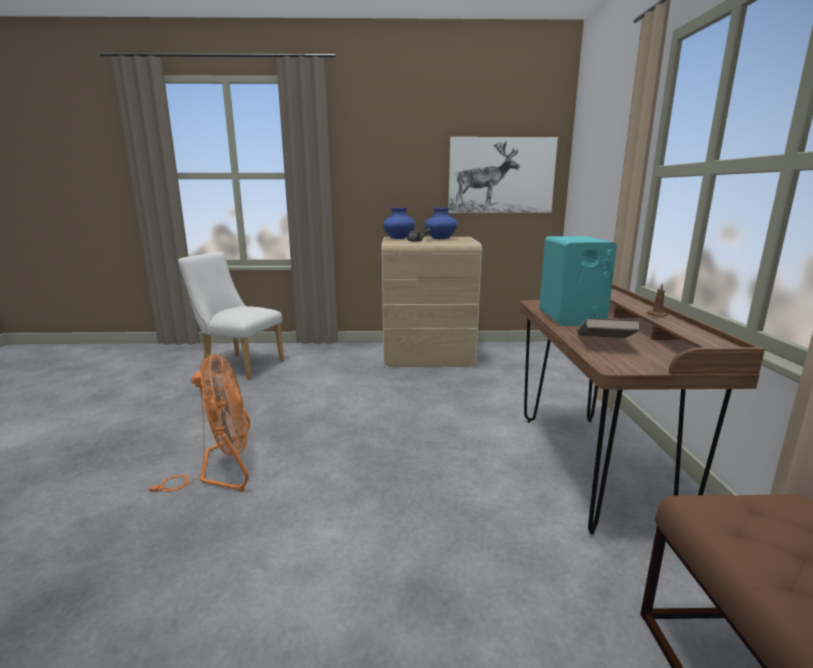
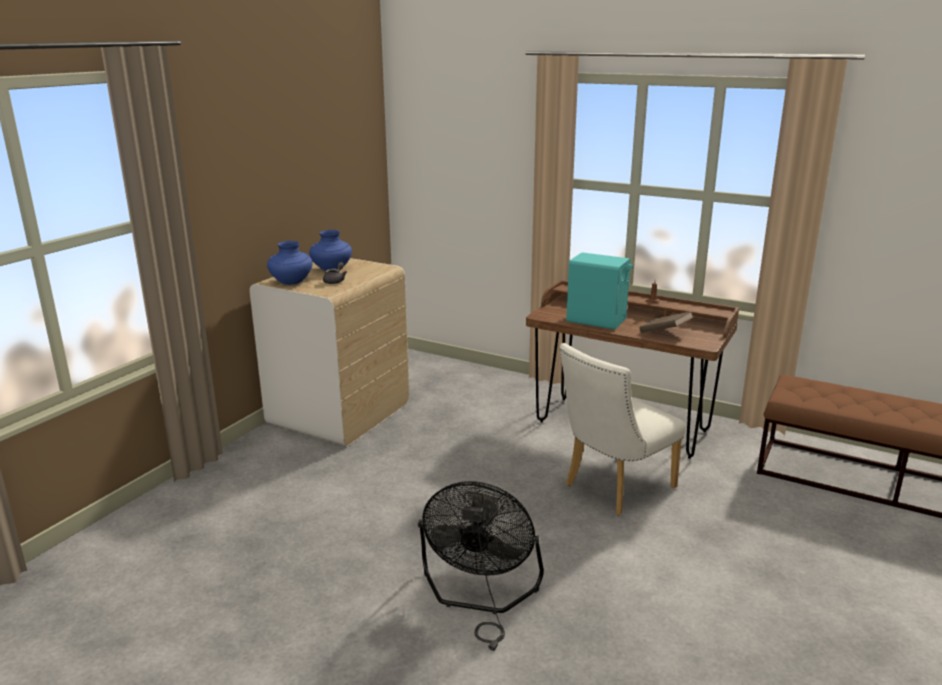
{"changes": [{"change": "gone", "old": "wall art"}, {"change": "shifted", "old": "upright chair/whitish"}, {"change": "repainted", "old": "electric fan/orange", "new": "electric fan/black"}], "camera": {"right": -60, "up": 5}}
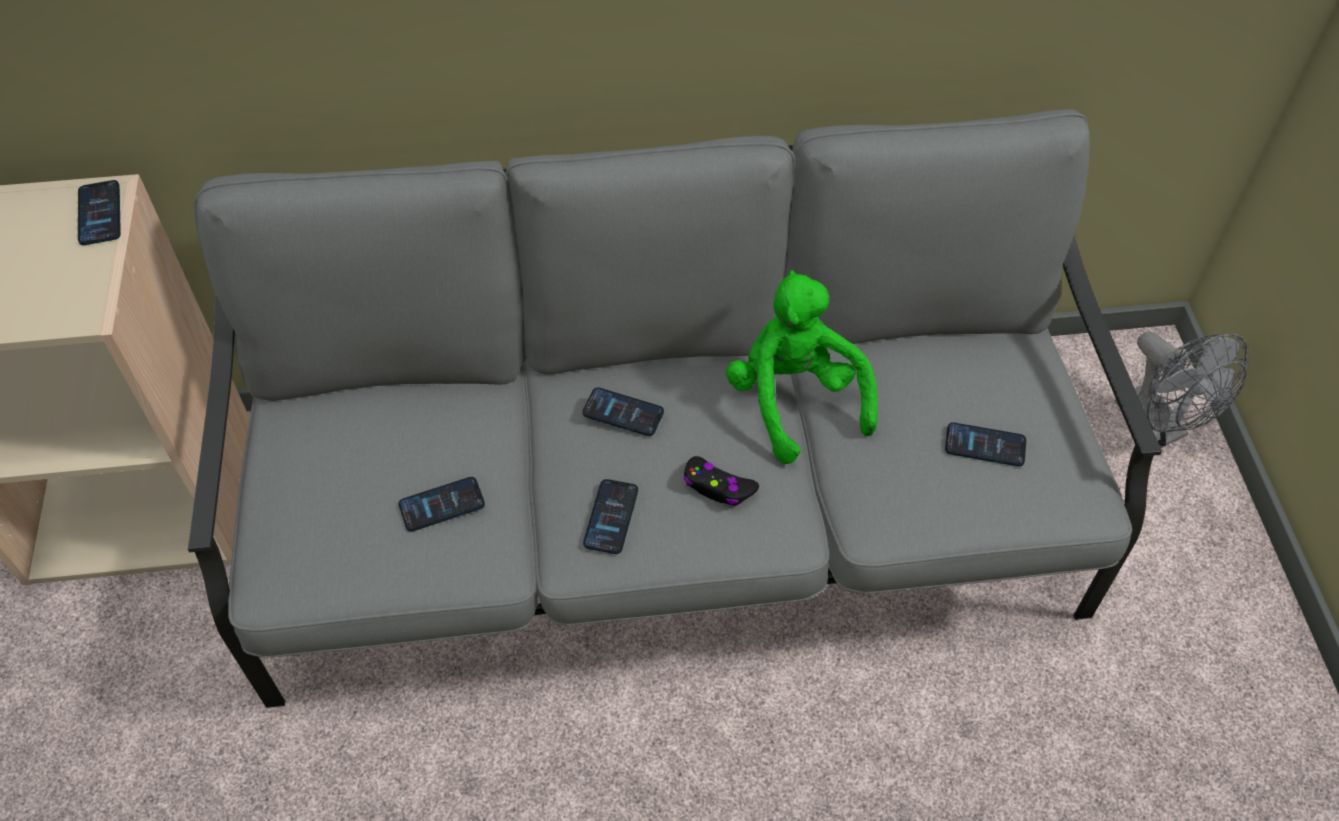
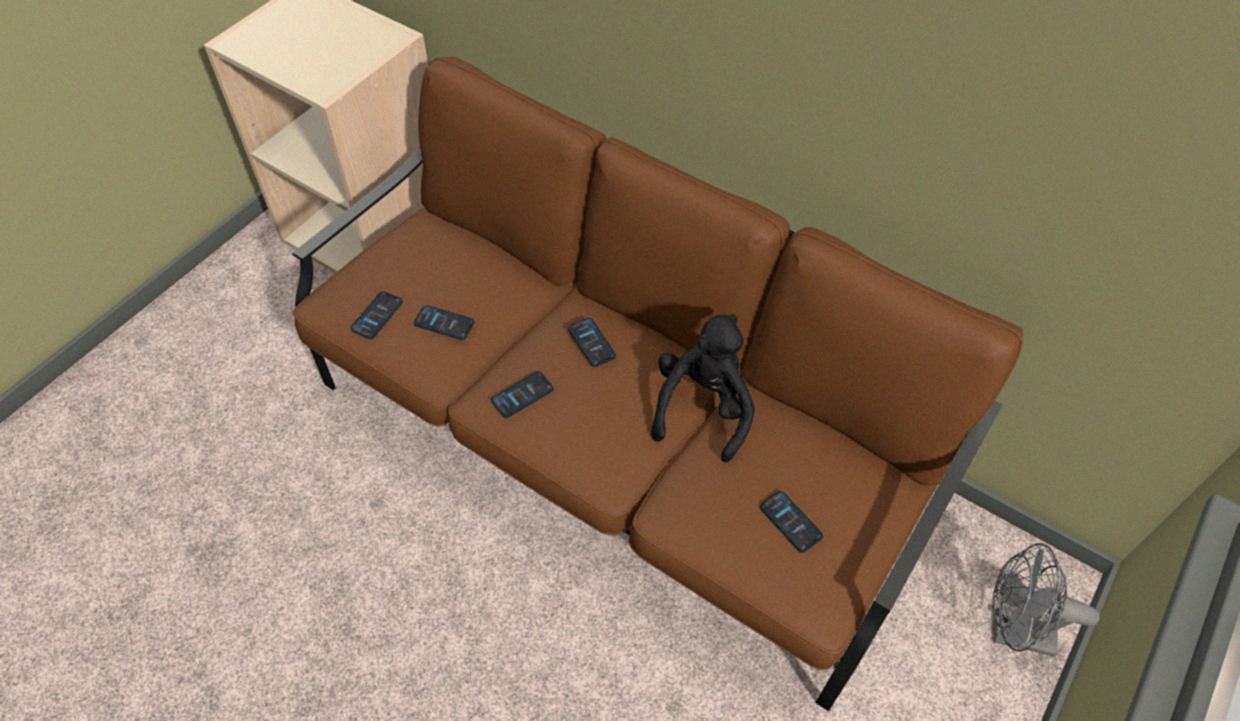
{"changes": [{"change": "gone", "old": "gamepad/black"}, {"change": "shifted", "old": "phone (no. 1 from left)"}, {"change": "repainted", "old": "sofa/gray", "new": "sofa/brownish"}, {"change": "repainted", "old": "cuddly toy/green-coloured", "new": "cuddly toy/black"}, {"change": "rotated", "old": "electric fan/gray", "degrees": 90}], "camera": {"right": 40, "up": 0}}
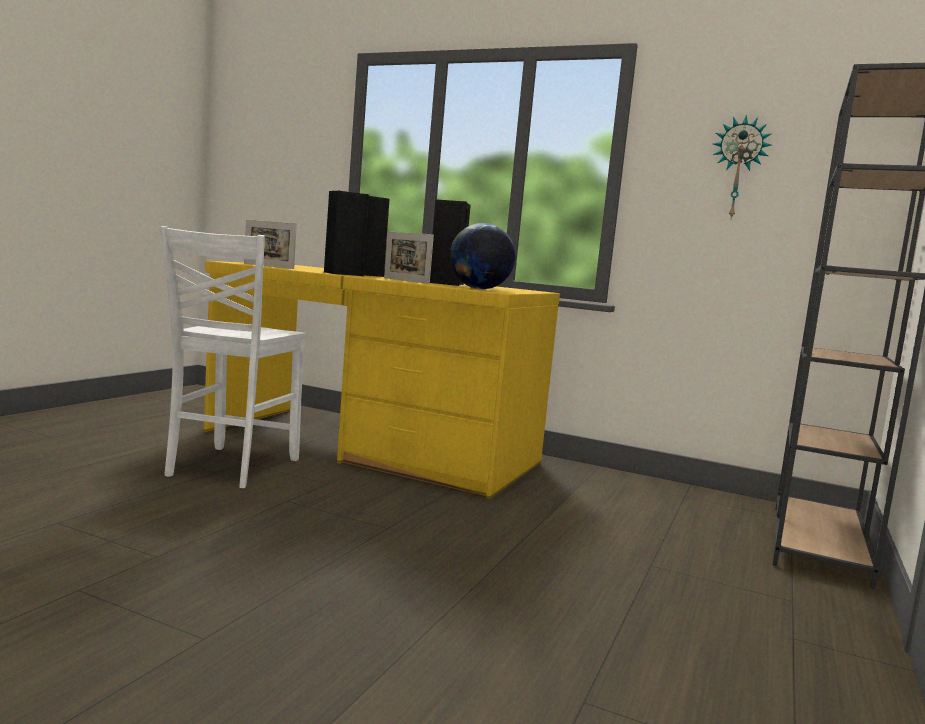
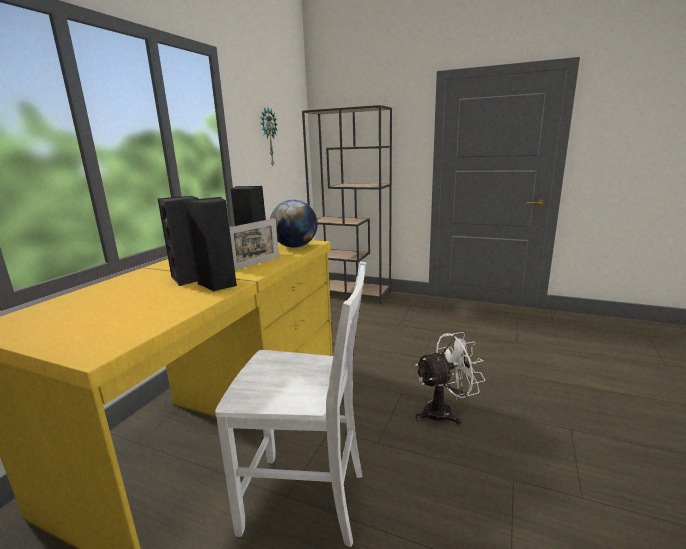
{"changes": [{"change": "gone", "old": "photo frame (no. 1 from left)"}, {"change": "new", "new": "electric fan/whitish"}], "camera": {"right": -90, "up": 10}}
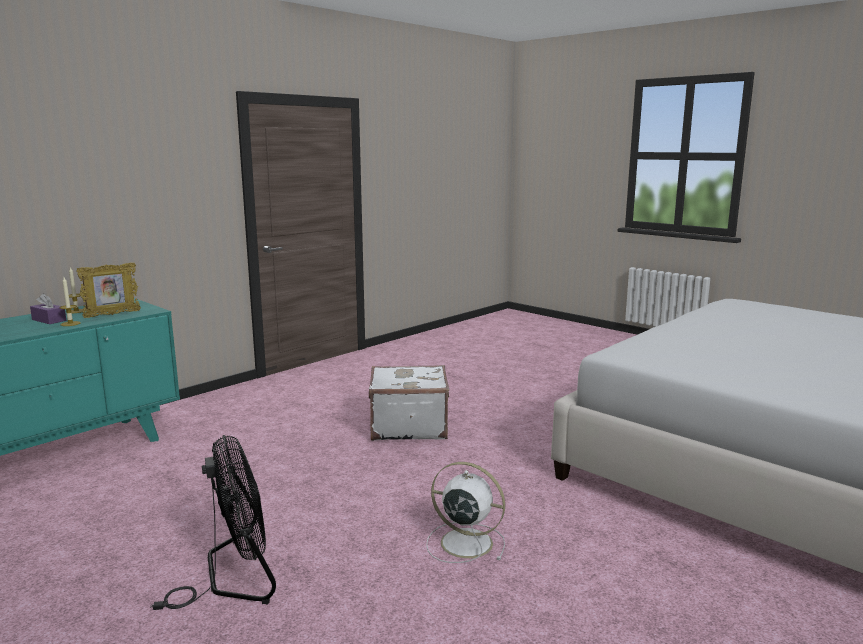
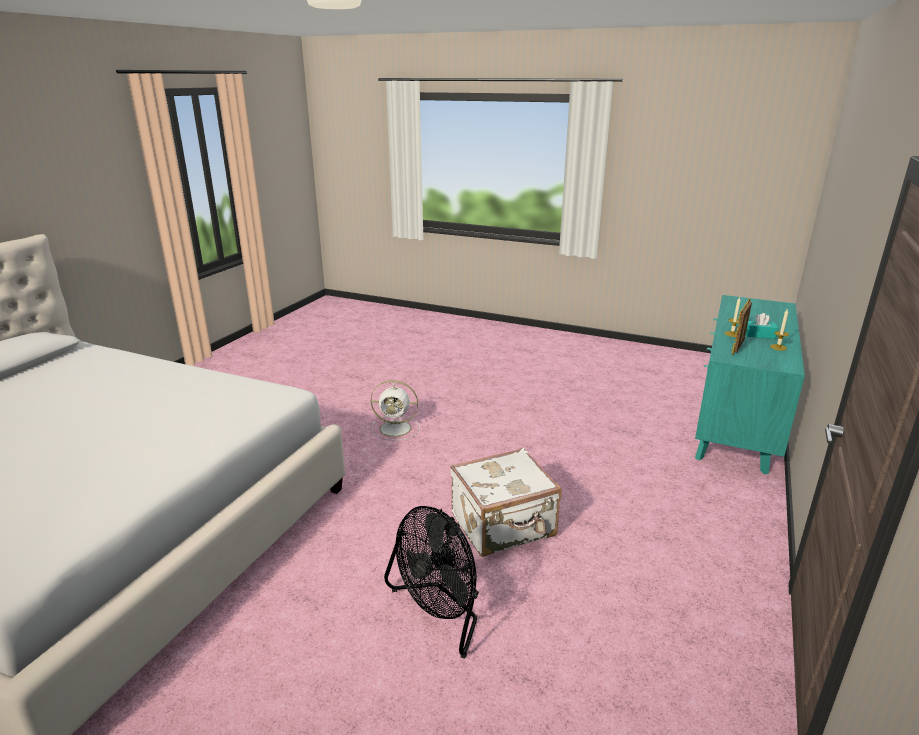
{"changes": [{"change": "shifted", "old": "electric fan/black"}, {"change": "repainted", "old": "tissue box/purple-coloured", "new": "tissue box/turquoise"}], "camera": {"right": 160, "up": 10}}
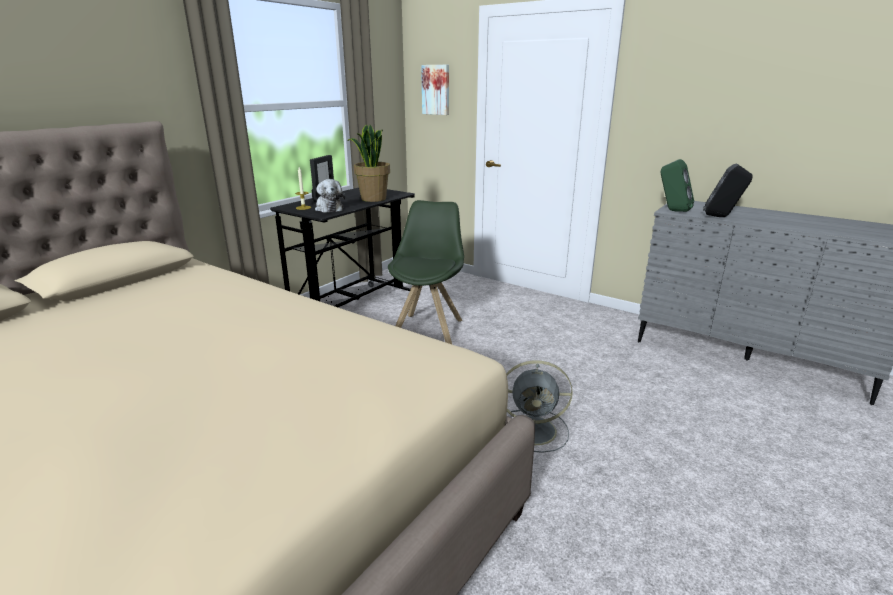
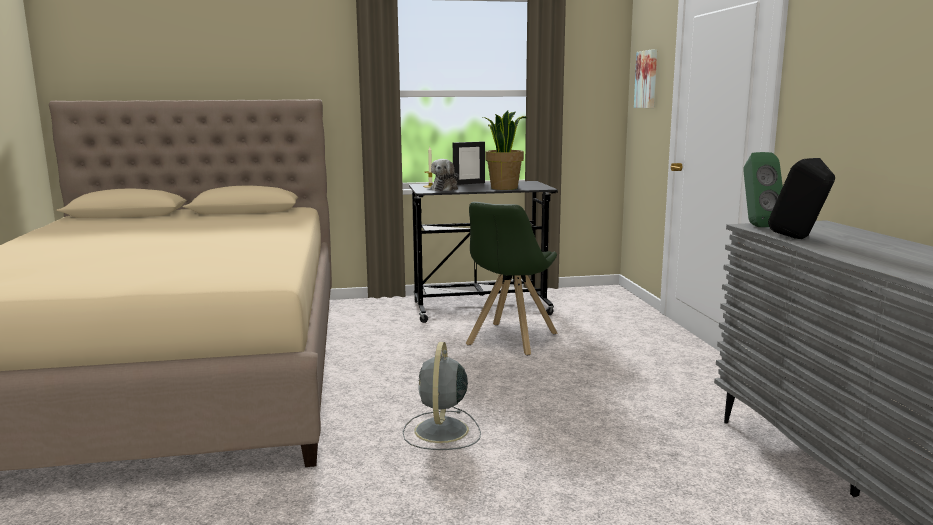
{"changes": [{"change": "rotated", "old": "upright chair/green-coloured", "degrees": 150}, {"change": "rotated", "old": "electric fan/gray", "degrees": 45}], "camera": {"right": 45, "up": -10}}
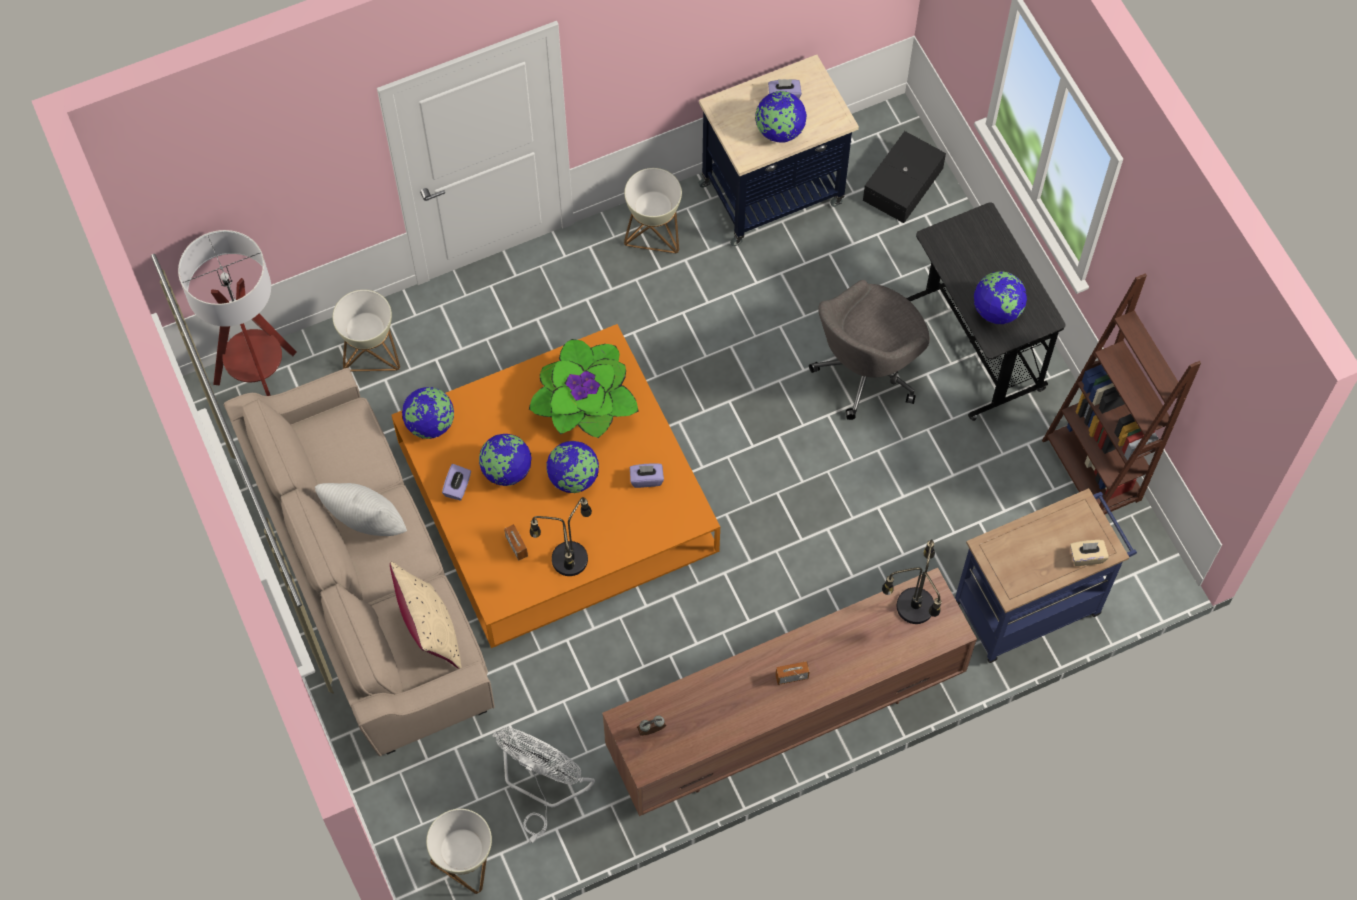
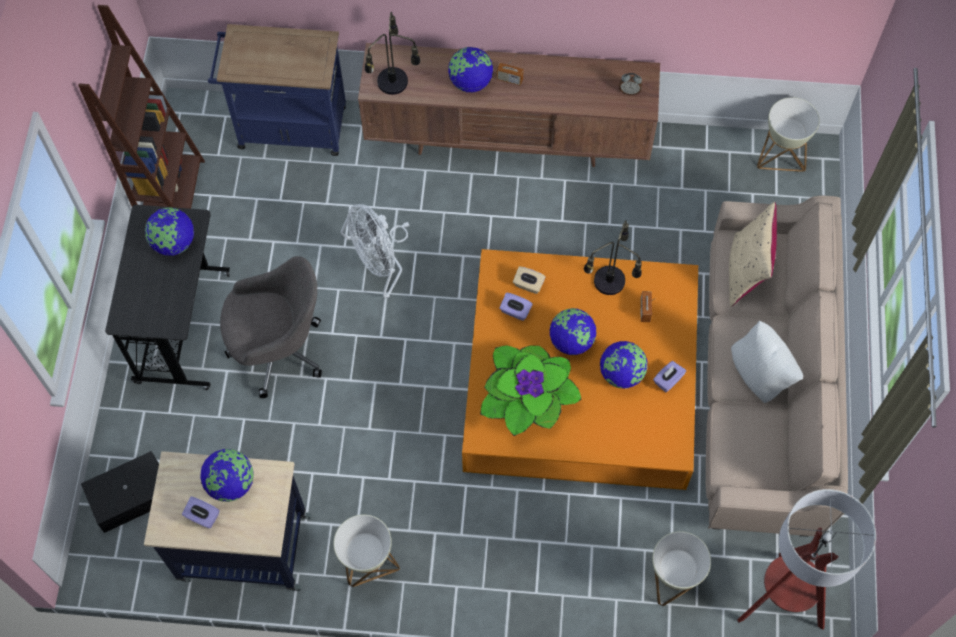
{"changes": [{"change": "shifted", "old": "world globe (no. 1 from left in the first image)", "new": "world globe (no. 3 from left)"}, {"change": "shifted", "old": "electric fan/whitish"}, {"change": "shifted", "old": "tissue box/beige-coloured"}], "camera": {"right": -150, "up": 0}}
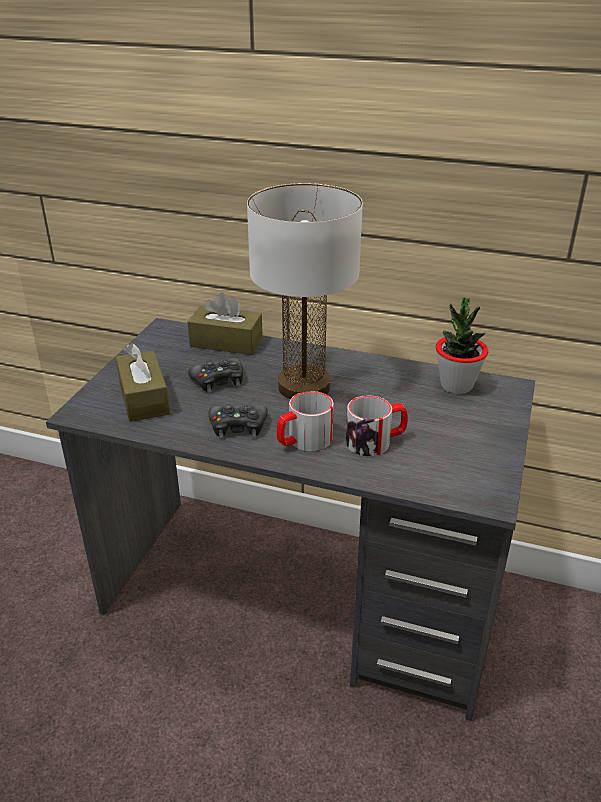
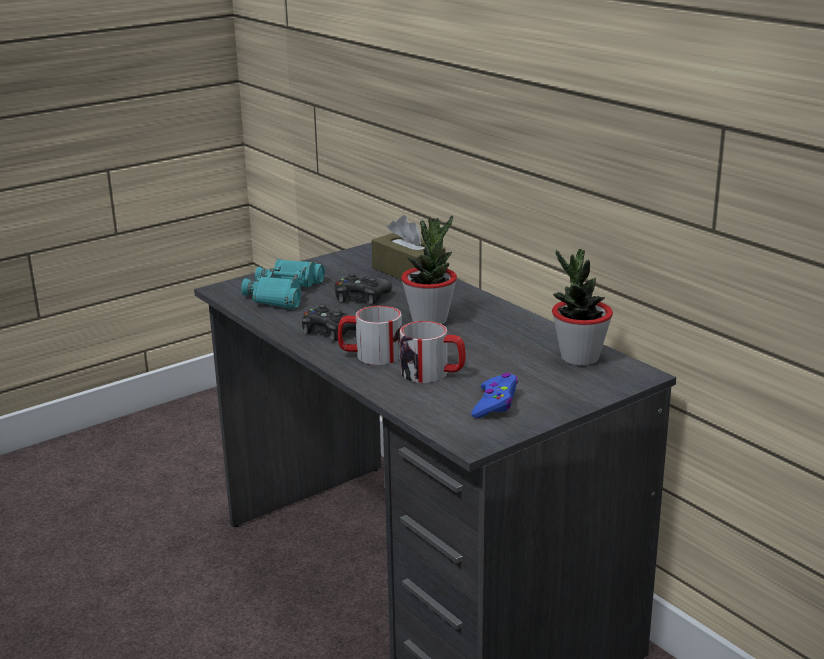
{"changes": [{"change": "new", "new": "gamepad/blue-coloured"}, {"change": "swapped", "old": "tissue box/brownish (no. 1 from left)", "new": "pair of binoculars/turquoise"}, {"change": "swapped", "old": "lamp for a table", "new": "houseplant (no. 1 from left)"}], "camera": {"right": 35, "up": -10}}
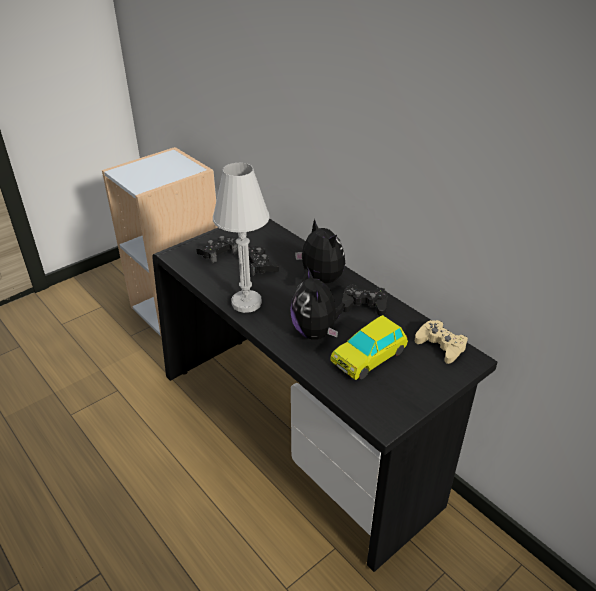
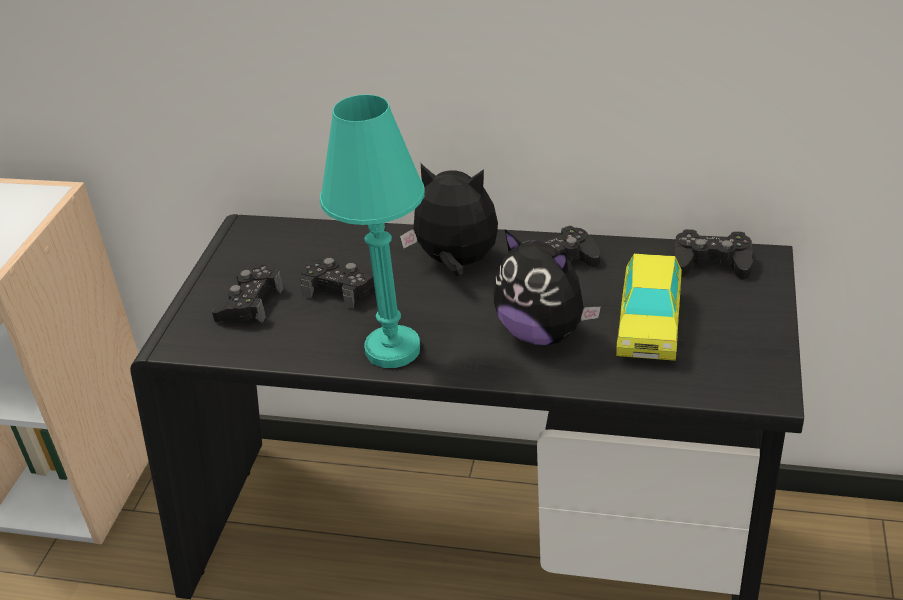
{"changes": [{"change": "repainted", "old": "lamp for a table/whitish", "new": "lamp for a table/turquoise"}, {"change": "repainted", "old": "gamepad/beige-coloured", "new": "gamepad/black (no. 4 from left)"}], "camera": {"right": -35, "up": 0}}
